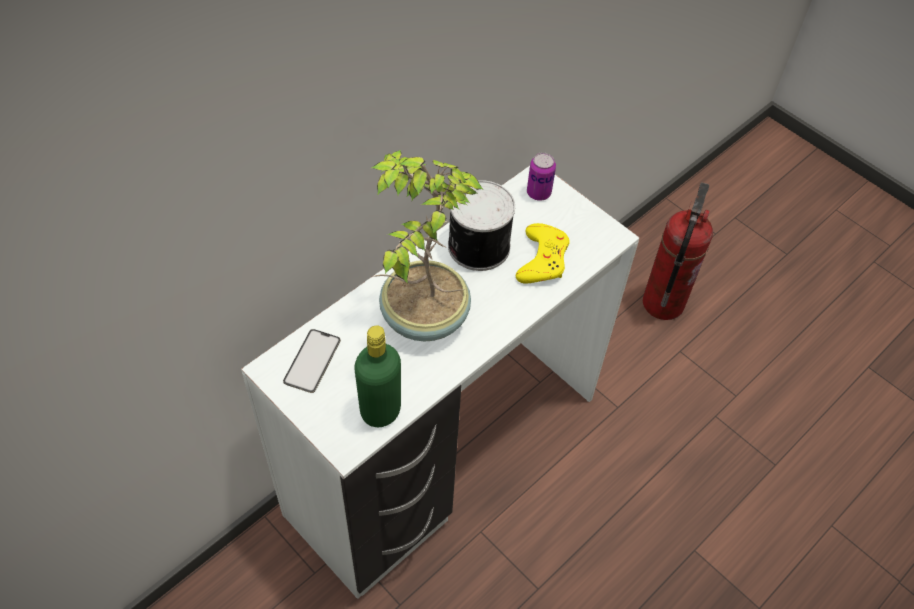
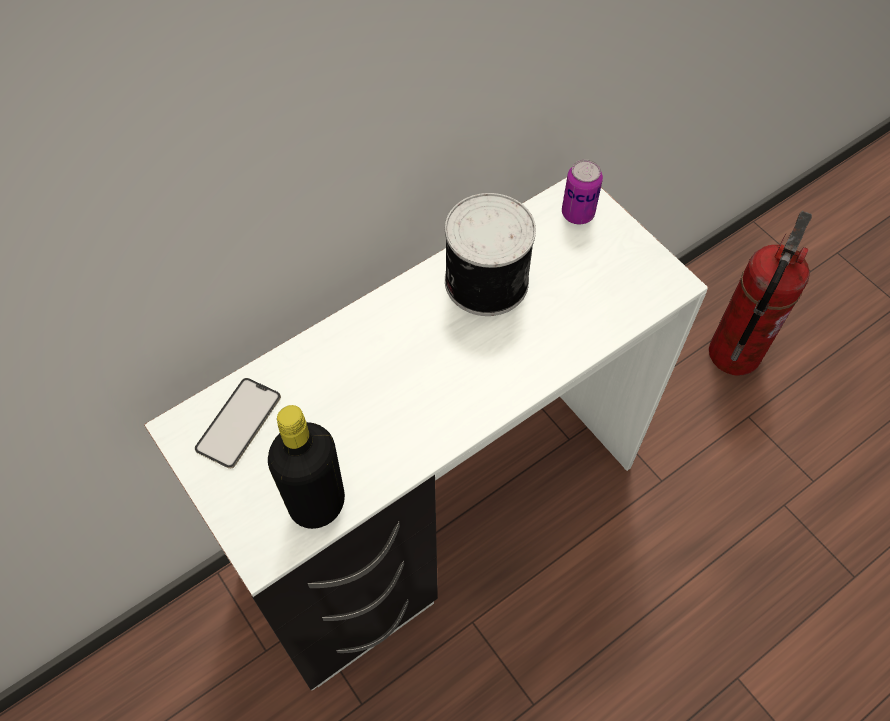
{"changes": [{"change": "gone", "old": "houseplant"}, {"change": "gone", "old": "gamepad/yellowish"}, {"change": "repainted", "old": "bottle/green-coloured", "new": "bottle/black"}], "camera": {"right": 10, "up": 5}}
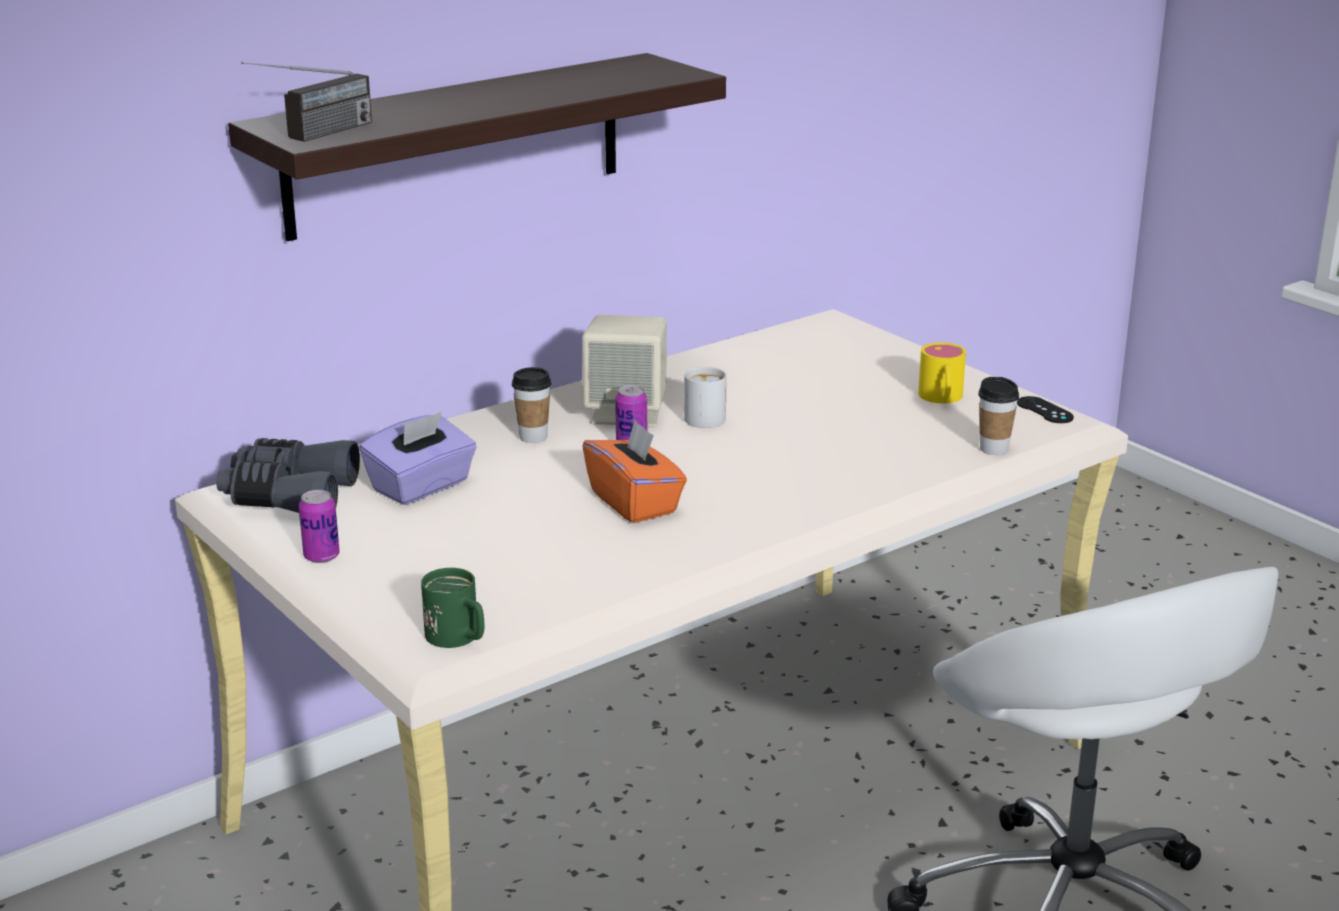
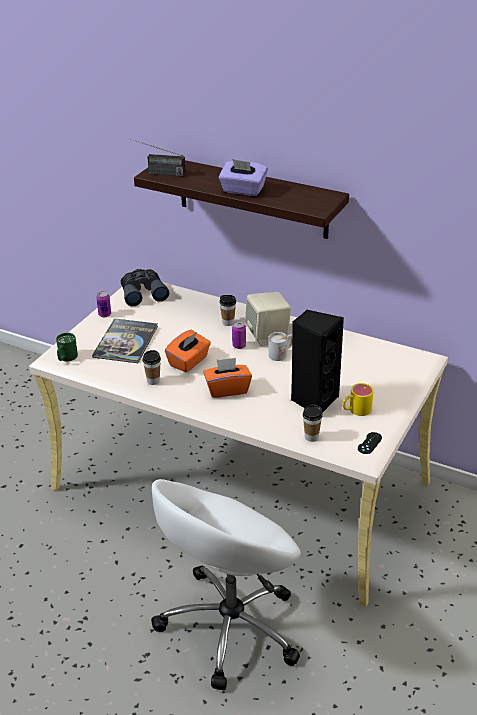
{"changes": [{"change": "new", "new": "bound book"}, {"change": "new", "new": "small cup (no. 1 from left)"}, {"change": "new", "new": "tissue box/orange (no. 2 from left)"}, {"change": "new", "new": "loudspeaker/black"}, {"change": "shifted", "old": "tissue box/purple-coloured"}], "camera": {"right": 65, "up": 10}}
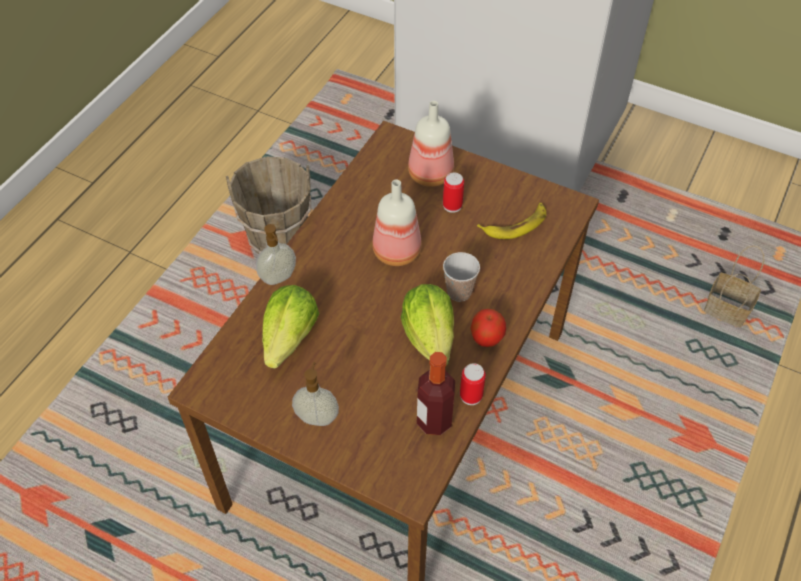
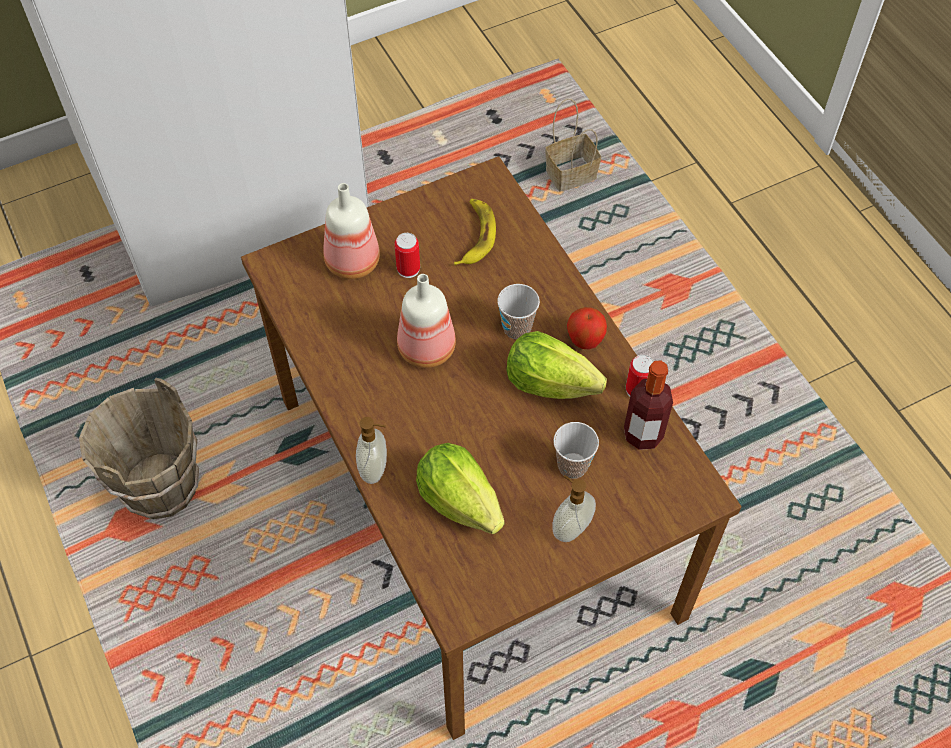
{"changes": [{"change": "new", "new": "small cup (no. 2 from left)"}], "camera": {"right": -55, "up": 5}}
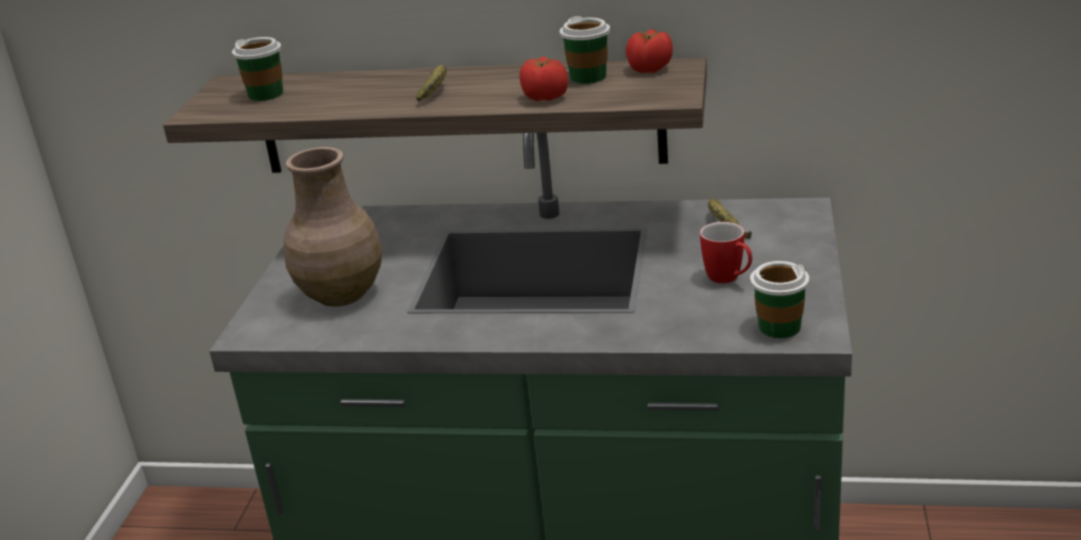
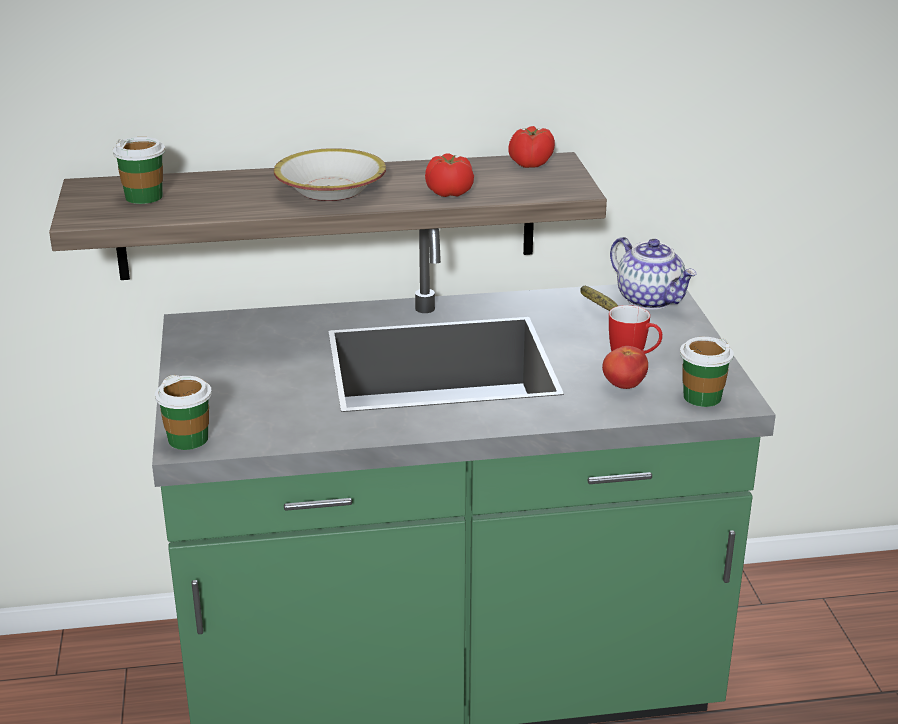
{"changes": [{"change": "gone", "old": "flower vase/brownish"}, {"change": "new", "new": "fresh tomato (no. 3 from left)"}, {"change": "new", "new": "pot for tea"}, {"change": "shifted", "old": "small cup (no. 2 from left)"}, {"change": "swapped", "old": "banana (no. 1 from left)", "new": "serving bowl"}], "camera": {"right": -20, "up": 0}}
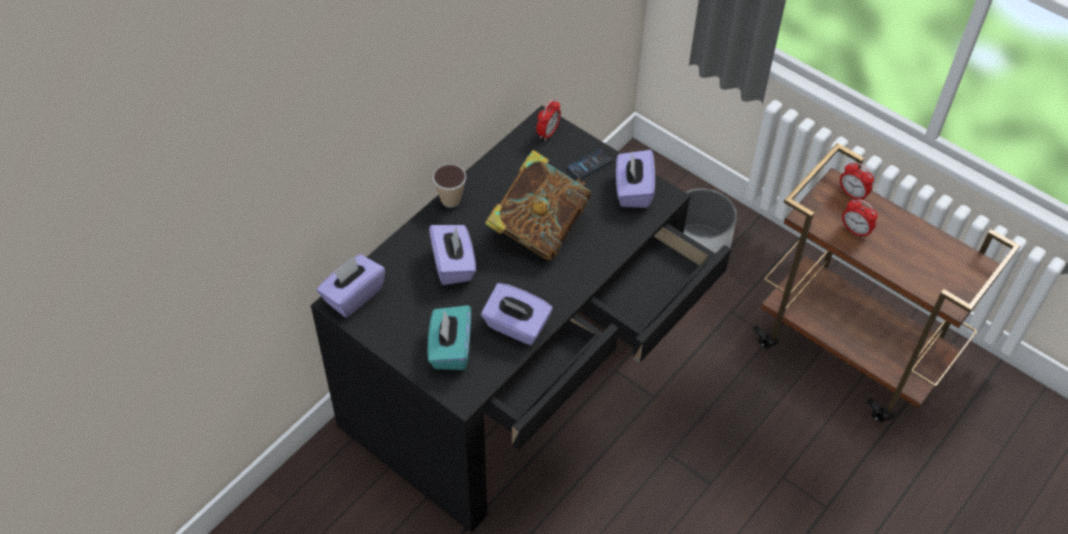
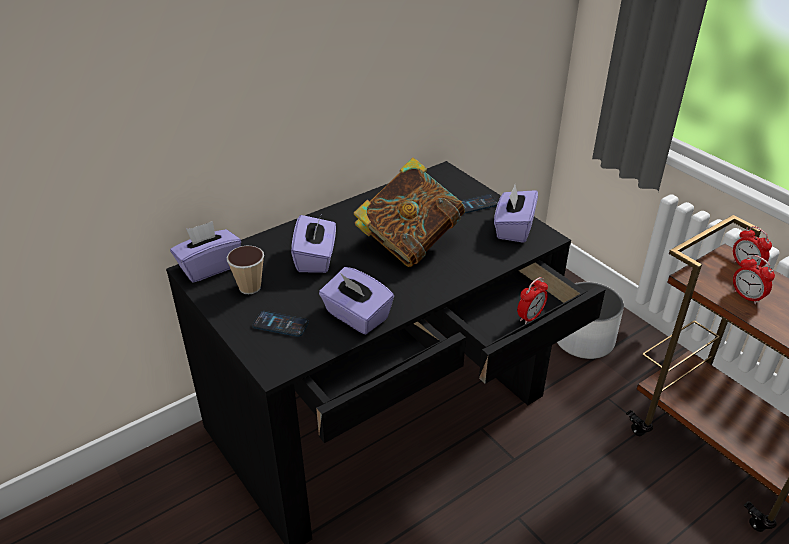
{"changes": [{"change": "shifted", "old": "small cup"}, {"change": "shifted", "old": "table clock (no. 1 from left)"}, {"change": "swapped", "old": "tissue box/turquoise", "new": "phone (no. 1 from left)"}], "camera": {"right": 15, "up": -15}}
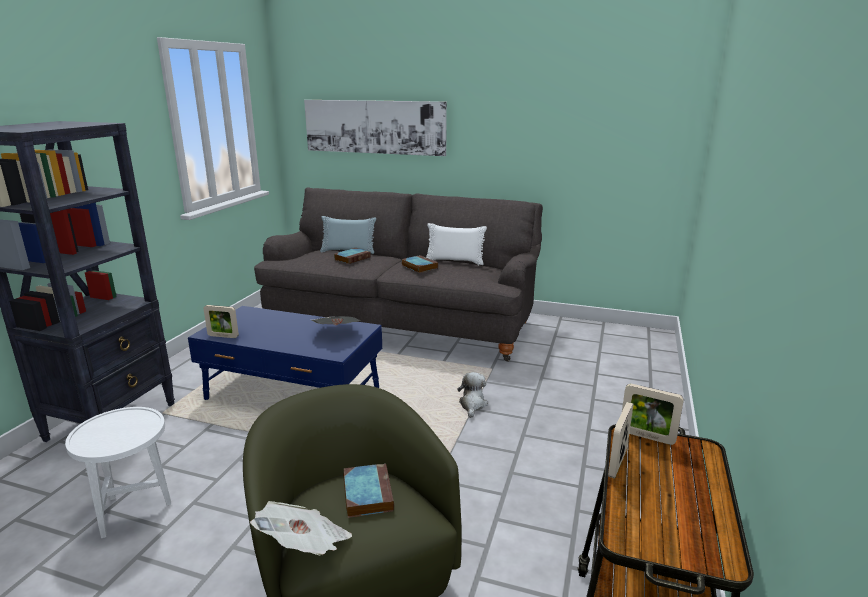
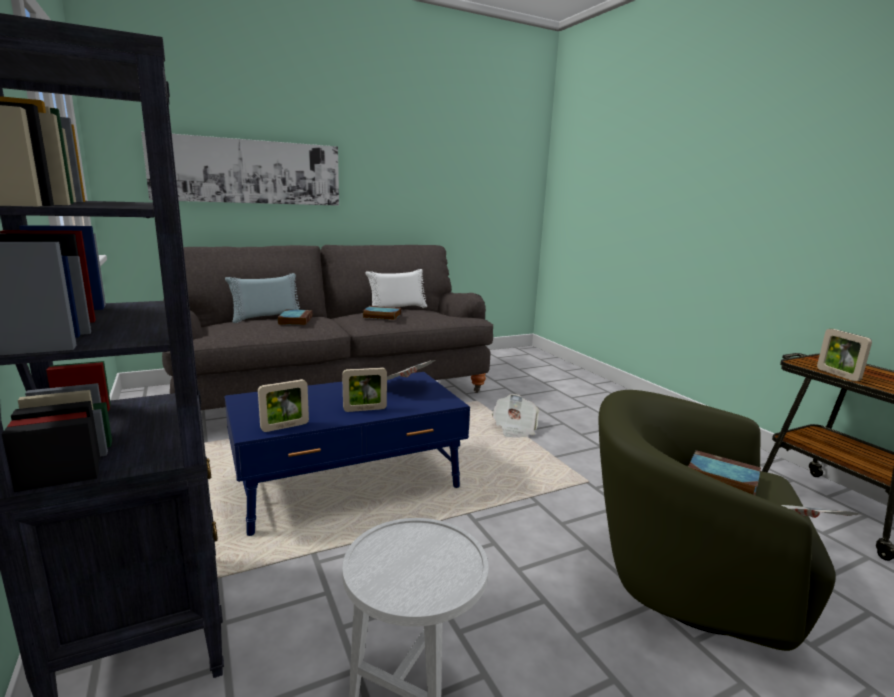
{"changes": [{"change": "shifted", "old": "photo frame (no. 3 from left in the first image)", "new": "photo frame (no. 2 from left)"}, {"change": "swapped", "old": "cuddly toy", "new": "daily paper (no. 2 from left)"}], "camera": {"right": -45, "up": -5}}
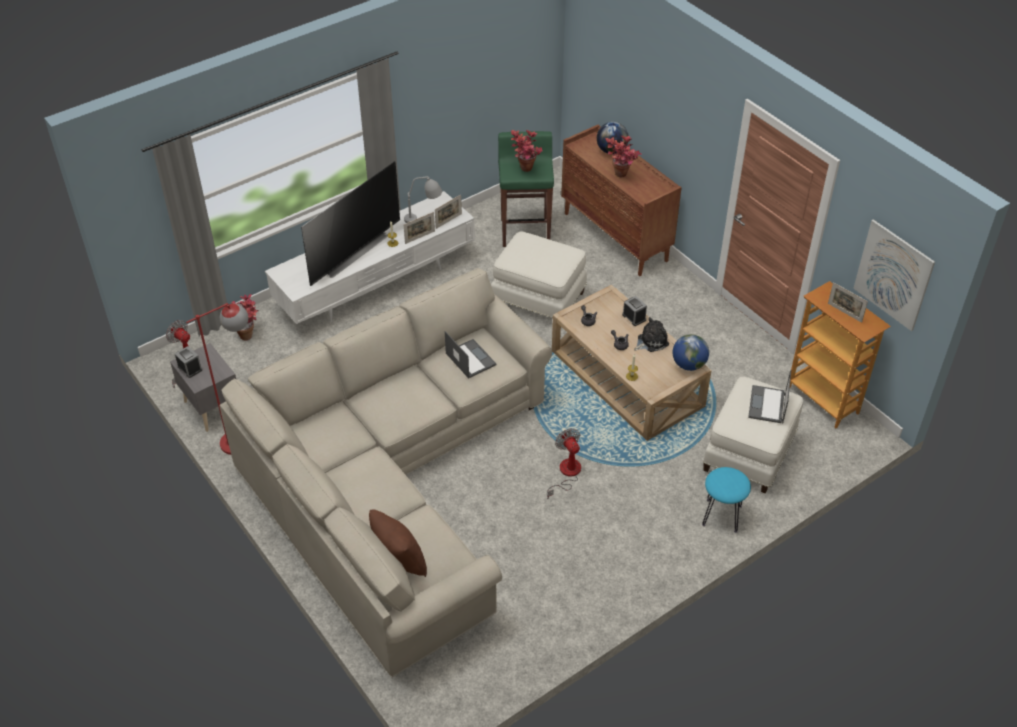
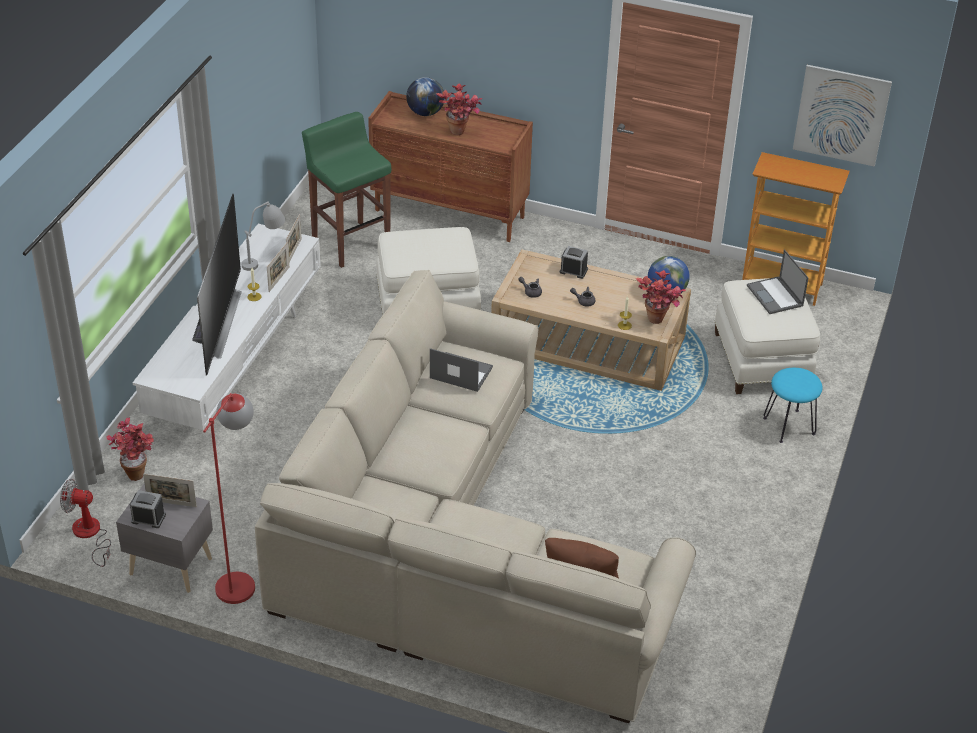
{"changes": [{"change": "gone", "old": "electric fan (no. 2 from left)"}, {"change": "gone", "old": "cuddly toy"}, {"change": "shifted", "old": "houseplant (no. 2 from left in the first image)", "new": "houseplant (no. 3 from left)"}, {"change": "shifted", "old": "photo frame (no. 3 from left in the first image)", "new": "photo frame (no. 1 from left)"}], "camera": {"right": -35, "up": -5}}
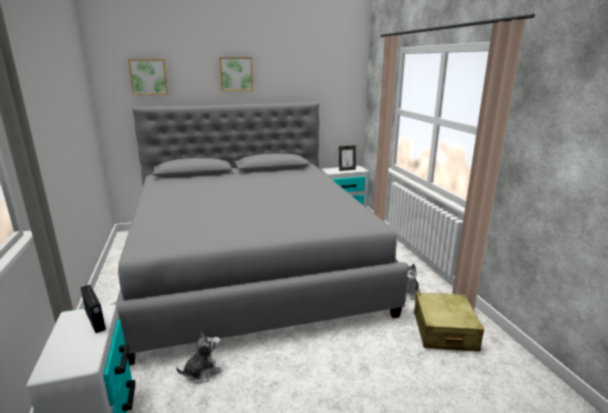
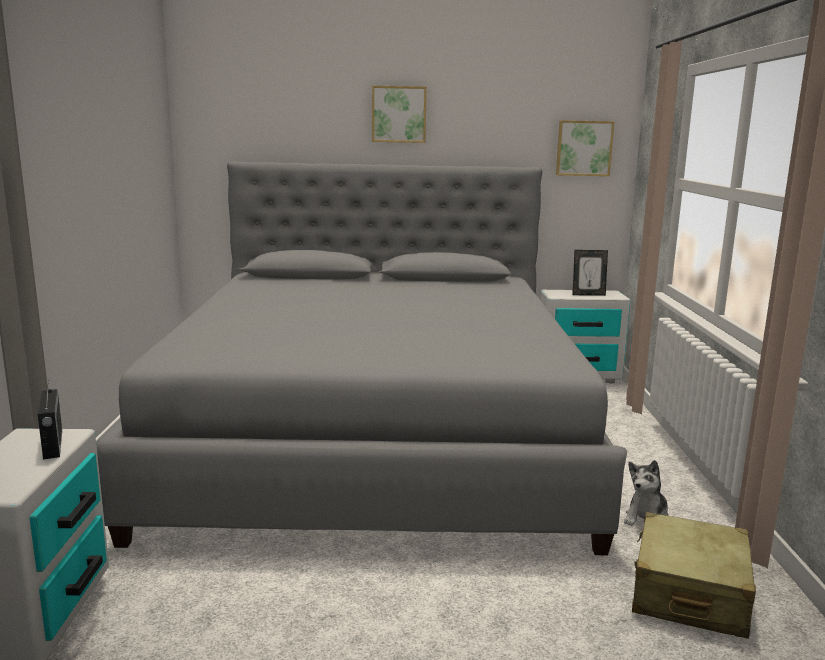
{"changes": [{"change": "gone", "old": "cuddly toy (no. 1 from left)"}, {"change": "shifted", "old": "wall art (no. 1 from left in the first image)", "new": "wall art (no. 2 from left)"}], "camera": {"right": 15, "up": -5}}
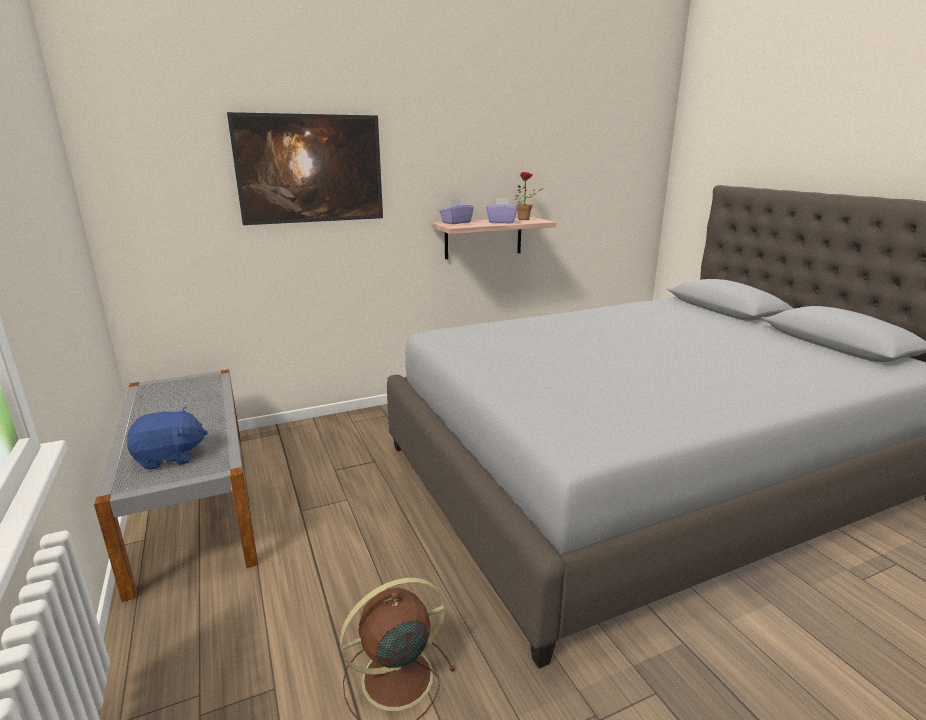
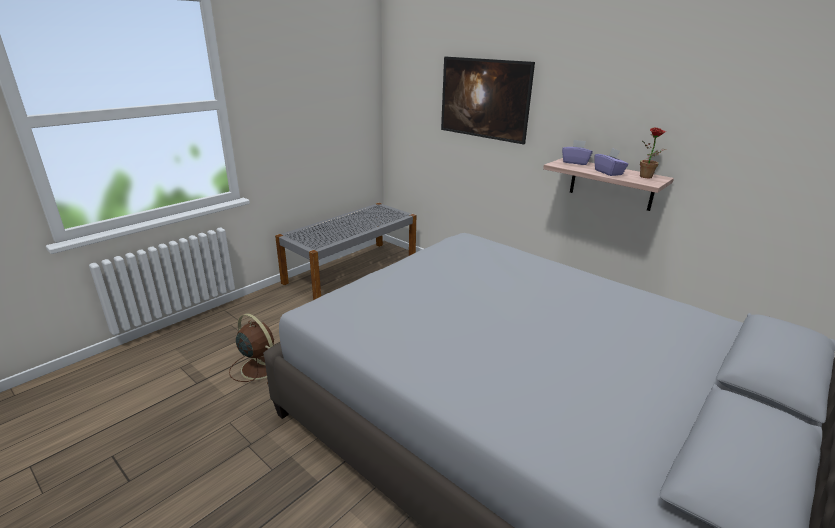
{"changes": [{"change": "gone", "old": "cuddly toy/blue-coloured"}], "camera": {"right": 65, "up": 5}}
